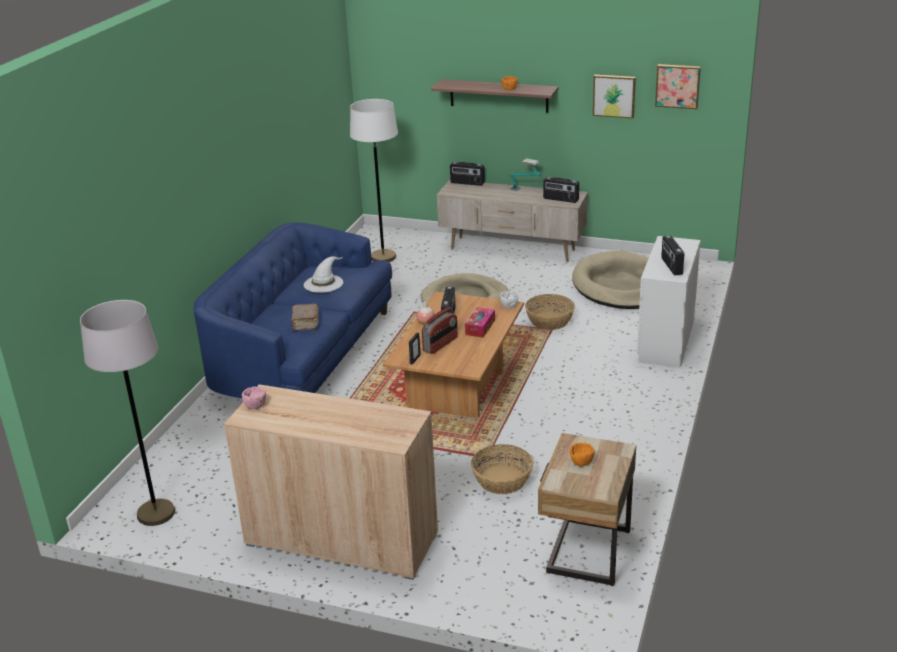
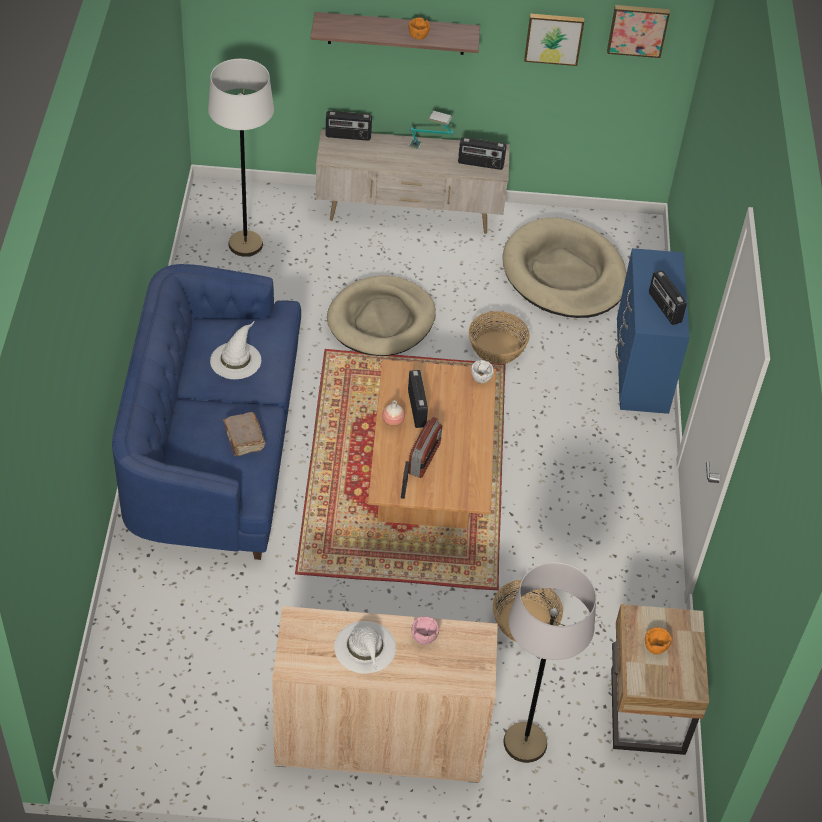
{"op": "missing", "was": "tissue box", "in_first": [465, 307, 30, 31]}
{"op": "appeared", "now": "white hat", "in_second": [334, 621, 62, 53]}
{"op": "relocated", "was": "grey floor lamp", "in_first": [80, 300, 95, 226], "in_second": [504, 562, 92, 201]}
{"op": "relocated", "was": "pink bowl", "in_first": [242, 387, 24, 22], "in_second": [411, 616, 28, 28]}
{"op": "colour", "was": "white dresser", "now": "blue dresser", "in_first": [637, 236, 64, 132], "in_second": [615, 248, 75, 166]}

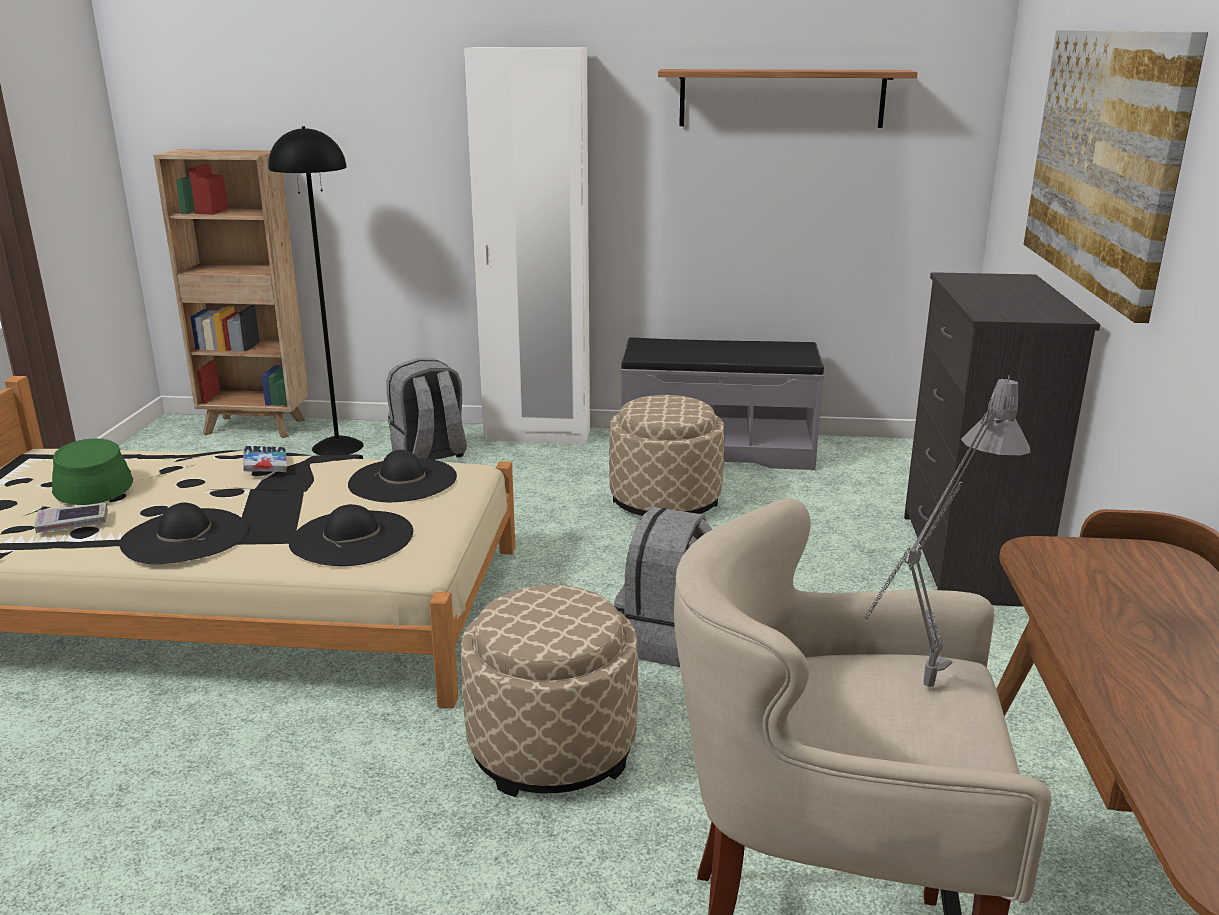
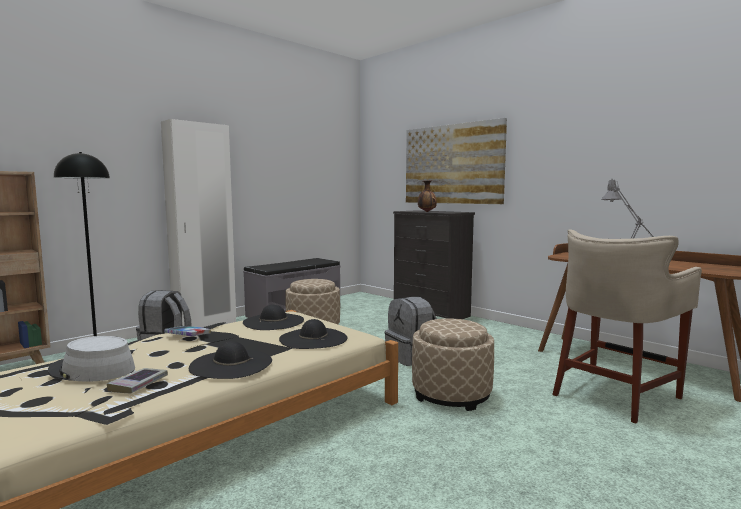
{"op": "missing", "was": "shelf", "in_first": [658, 69, 260, 59]}
{"op": "appeared", "now": "vase", "in_second": [418, 181, 19, 31]}
{"op": "colour", "was": "green hat", "now": "grey hat", "in_first": [52, 438, 81, 67], "in_second": [48, 336, 87, 46]}

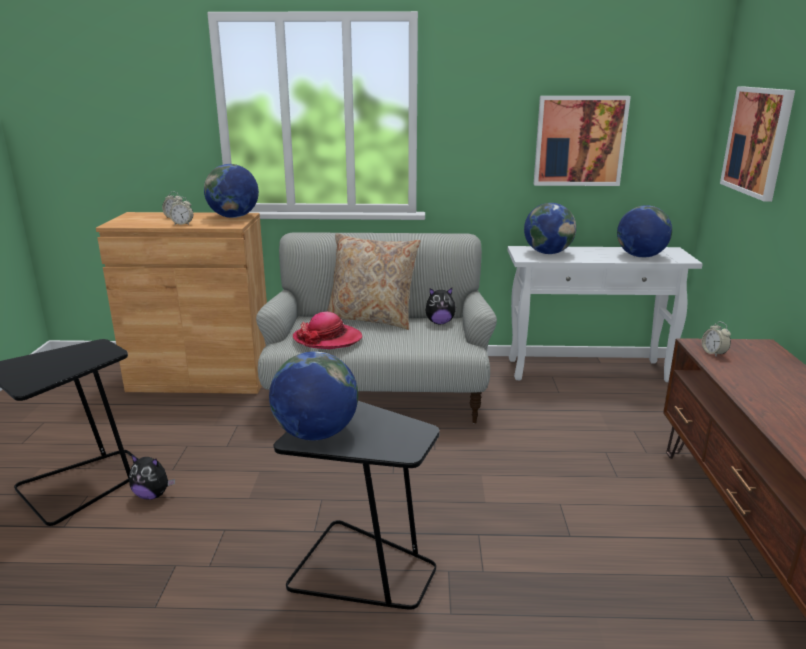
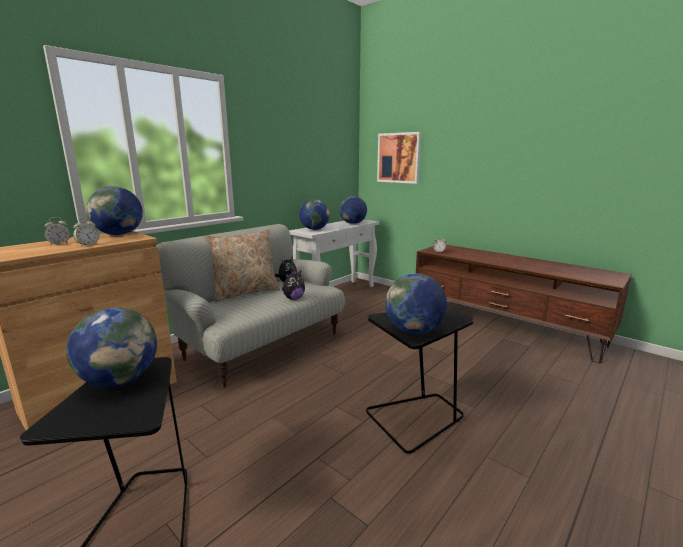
{"op": "missing", "was": "hat", "in_first": [292, 312, 70, 37]}
{"op": "missing", "was": "picture", "in_first": [533, 96, 98, 90]}
{"op": "appeared", "now": "globe", "in_second": [66, 307, 91, 80]}
{"op": "relocated", "was": "plush toy", "in_first": [129, 455, 46, 45], "in_second": [282, 271, 23, 29]}

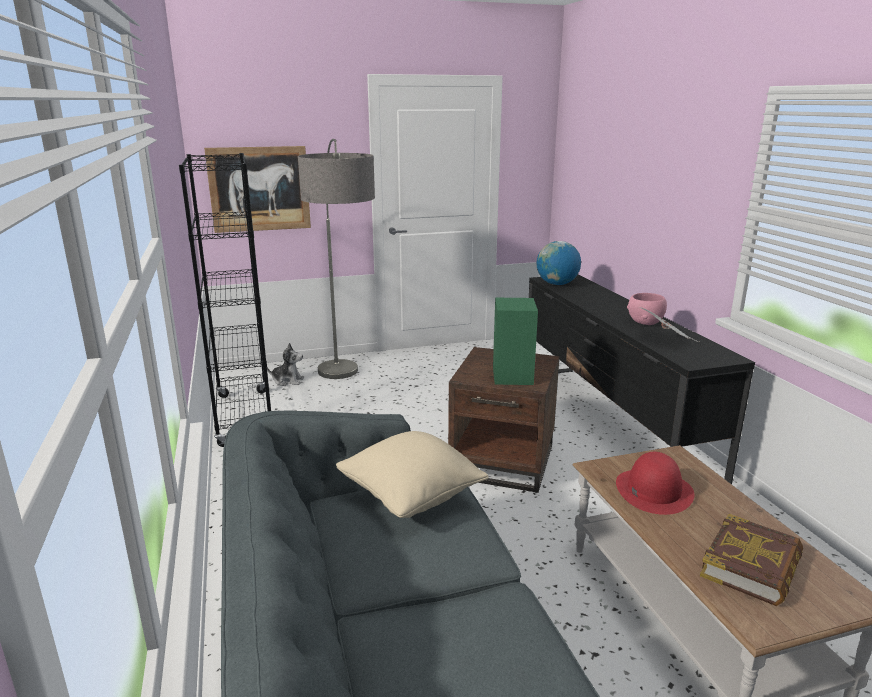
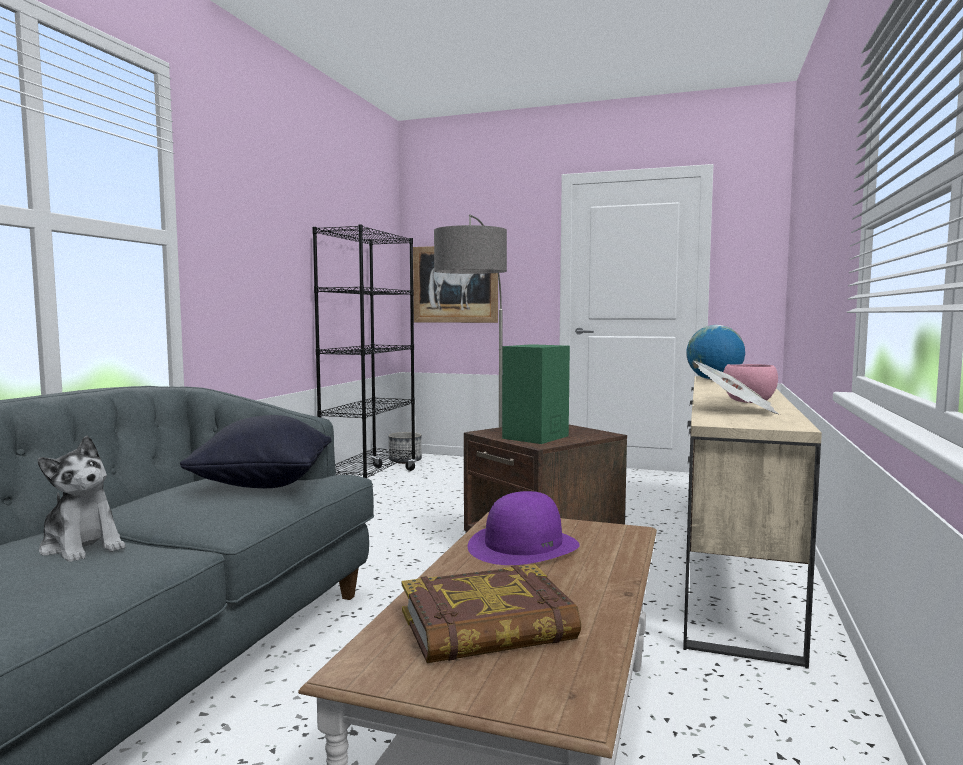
{"op": "appeared", "now": "planter", "in_second": [388, 432, 34, 32]}
{"op": "relocated", "was": "plush toy", "in_first": [267, 343, 37, 43], "in_second": [38, 436, 87, 126]}
{"op": "colour", "was": "beige pillow", "now": "black pillow", "in_first": [336, 431, 153, 87], "in_second": [180, 415, 152, 73]}
{"op": "colour", "was": "black tv stand", "now": "beige tv stand", "in_first": [529, 275, 226, 209], "in_second": [683, 376, 139, 293]}
{"op": "colour", "was": "red hat", "now": "purple hat", "in_first": [616, 452, 78, 63], "in_second": [468, 491, 112, 74]}

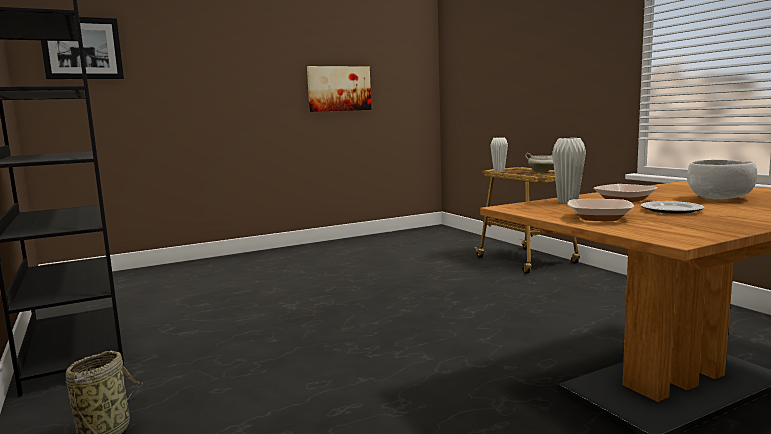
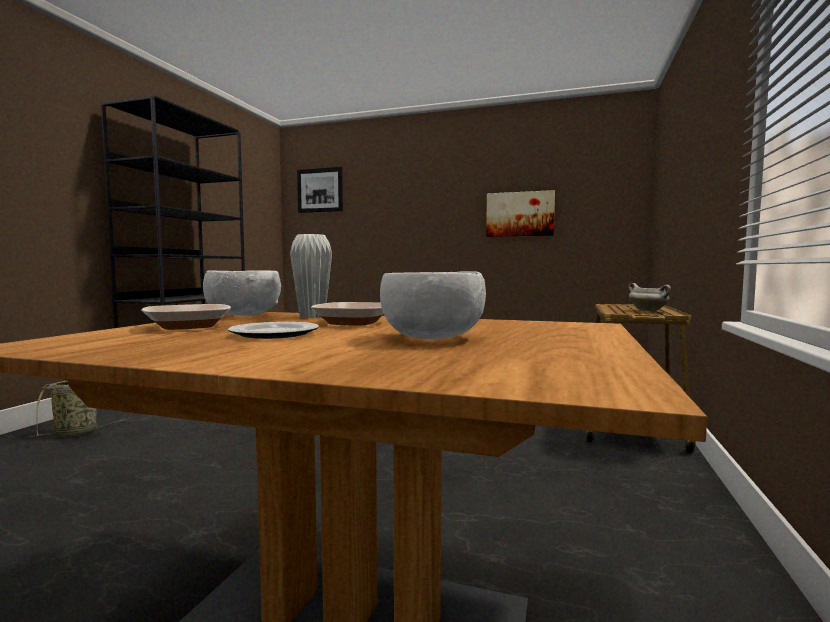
{"op": "missing", "was": "white vase", "in_first": [490, 137, 18, 35]}
{"op": "appeared", "now": "white bowl", "in_second": [203, 270, 78, 45]}

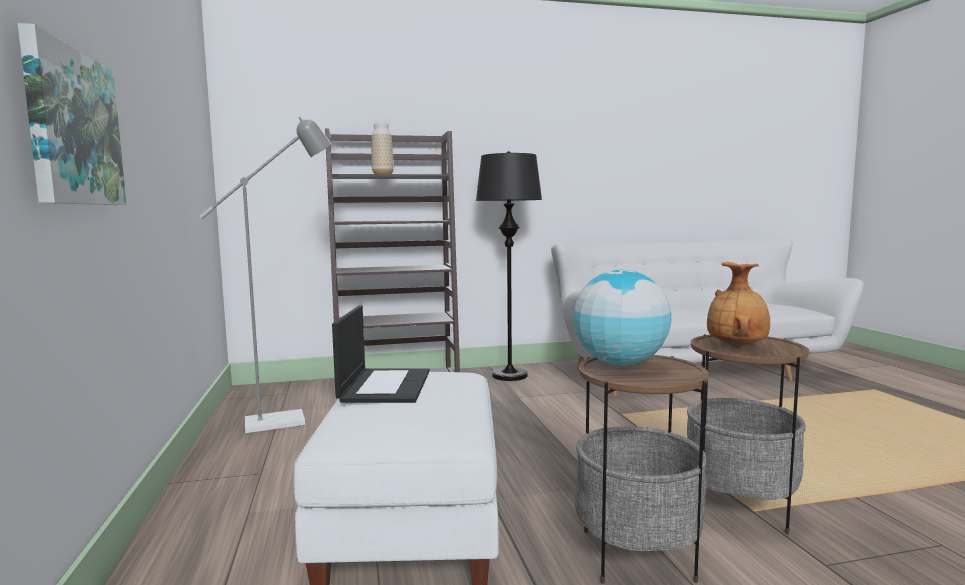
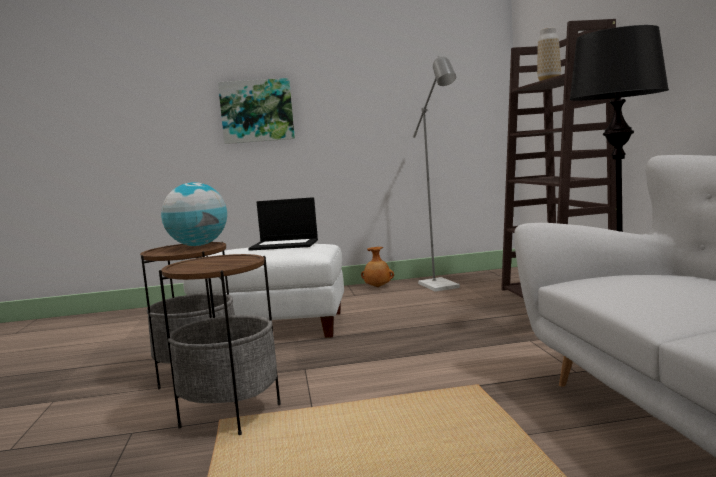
{"op": "relocated", "was": "brown vase", "in_first": [707, 262, 63, 85], "in_second": [361, 247, 33, 40]}

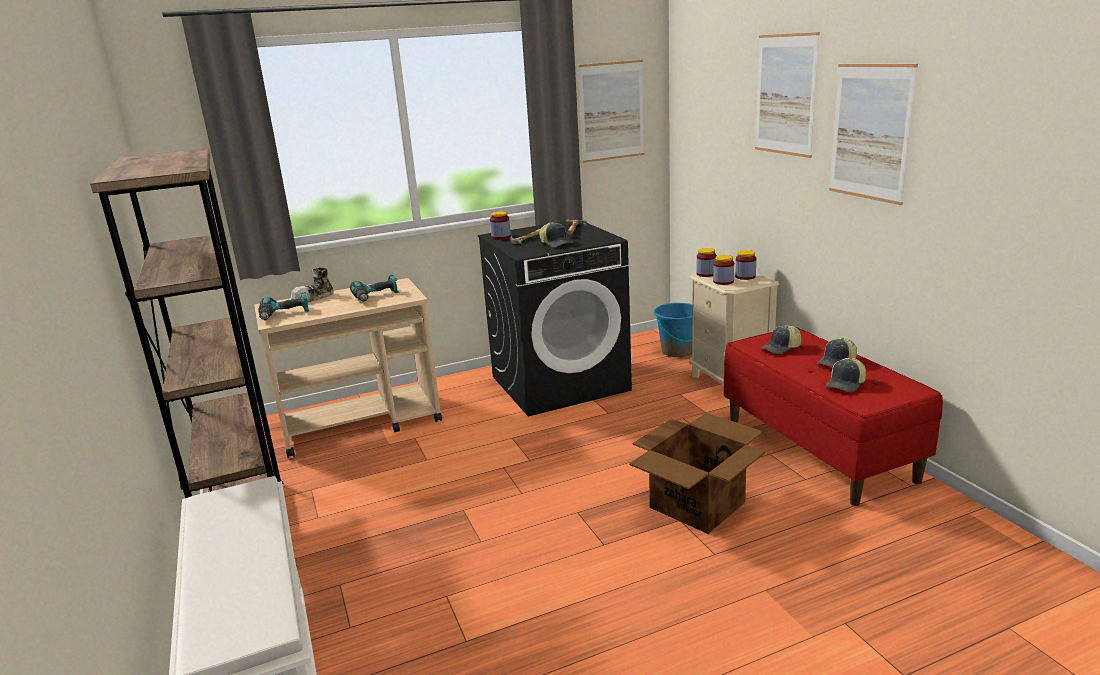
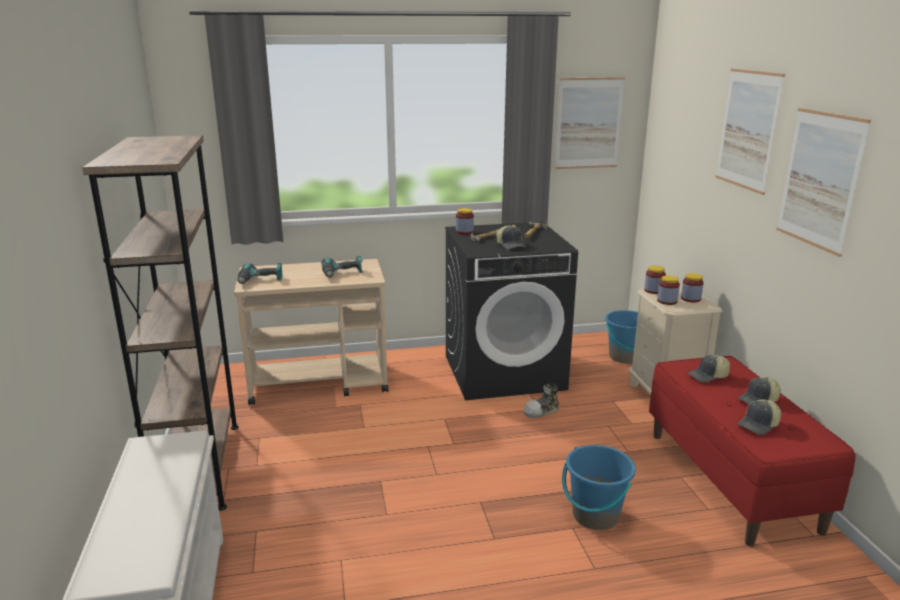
{"op": "relocated", "was": "shoe", "in_first": [291, 268, 42, 34], "in_second": [524, 384, 35, 34]}
{"op": "exchanged", "was": "cardboard box", "now": "blue bucket", "in_first": [629, 413, 137, 121], "in_second": [562, 445, 74, 85]}

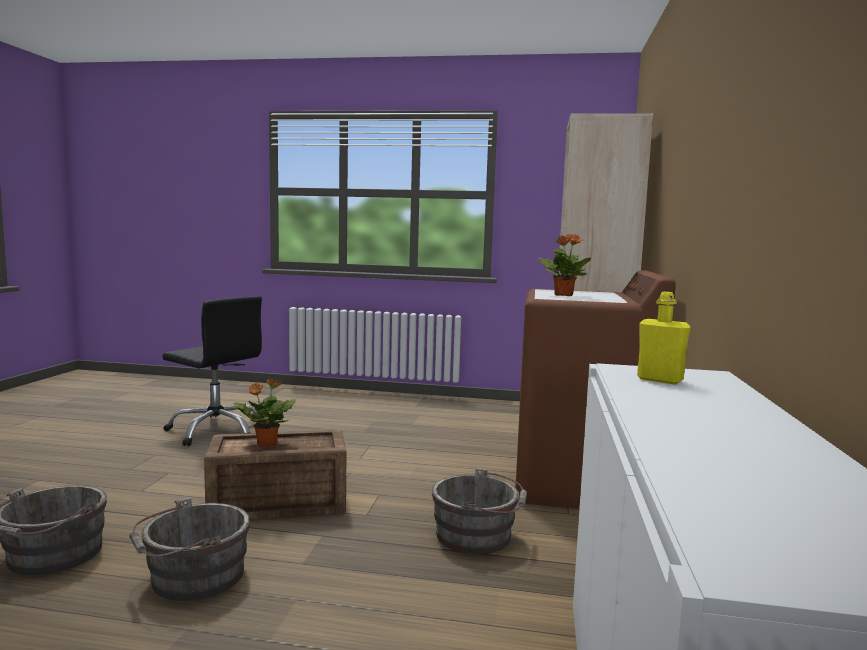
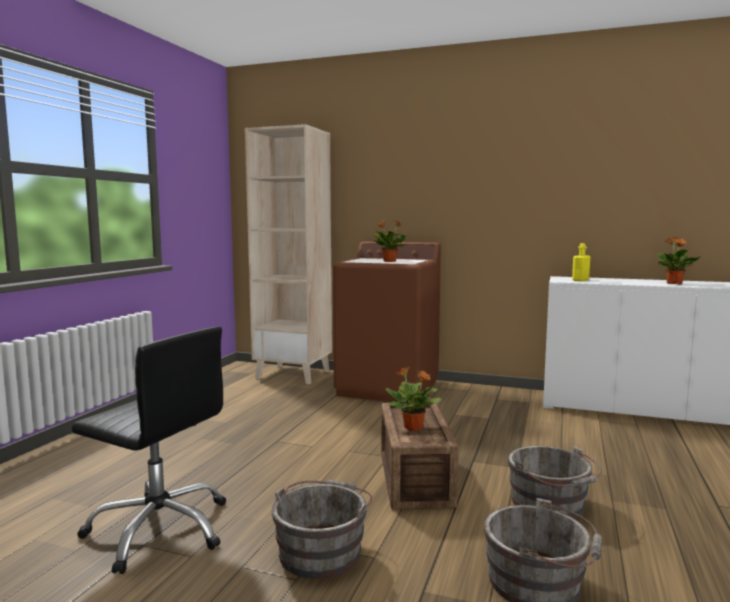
{"op": "appeared", "now": "potted plant", "in_second": [657, 237, 44, 47]}
{"op": "relocated", "was": "grey bucket", "in_first": [432, 468, 95, 86], "in_second": [272, 480, 100, 99]}
{"op": "spun", "was": "black office chair", "in_first": [162, 296, 100, 150], "in_second": [72, 327, 154, 247], "clockwise": 75}

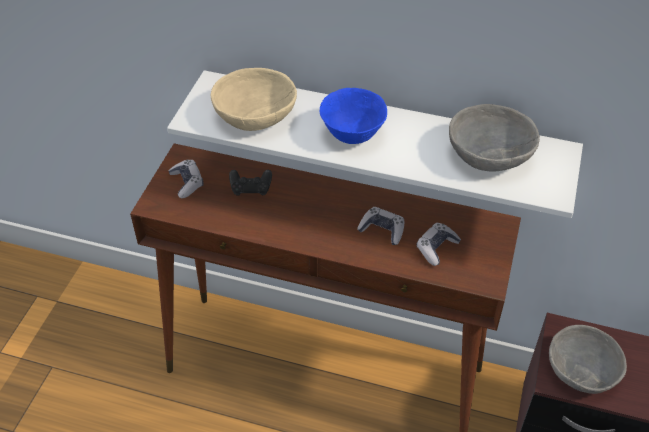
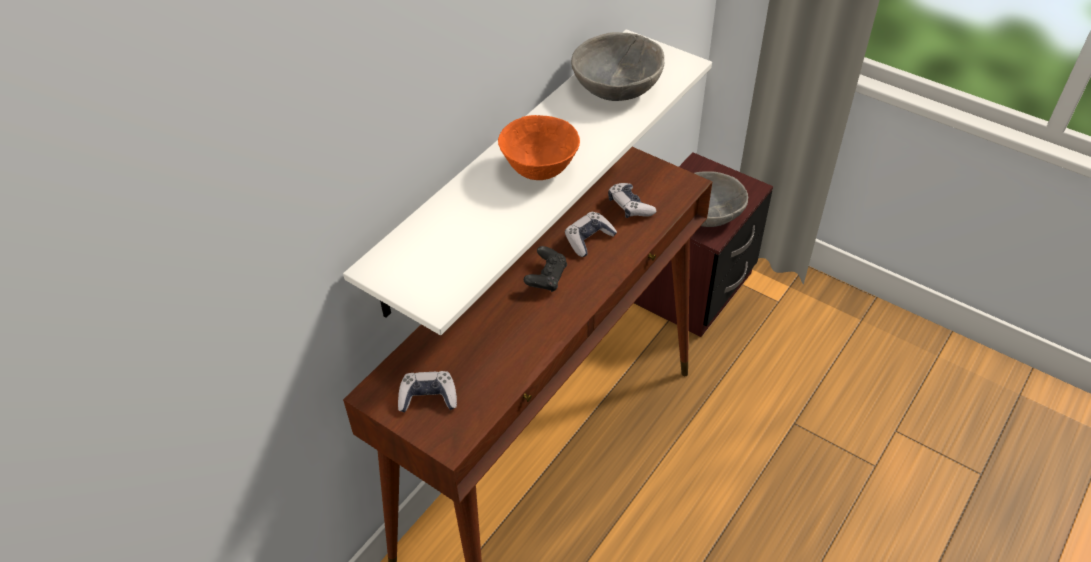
{"op": "missing", "was": "beige bowl", "in_first": [211, 68, 86, 63]}
{"op": "relocated", "was": "black game controller", "in_first": [229, 170, 43, 26], "in_second": [524, 246, 43, 46]}
{"op": "colour", "was": "blue bowl", "now": "orange bowl", "in_first": [320, 88, 67, 56], "in_second": [498, 115, 82, 65]}

